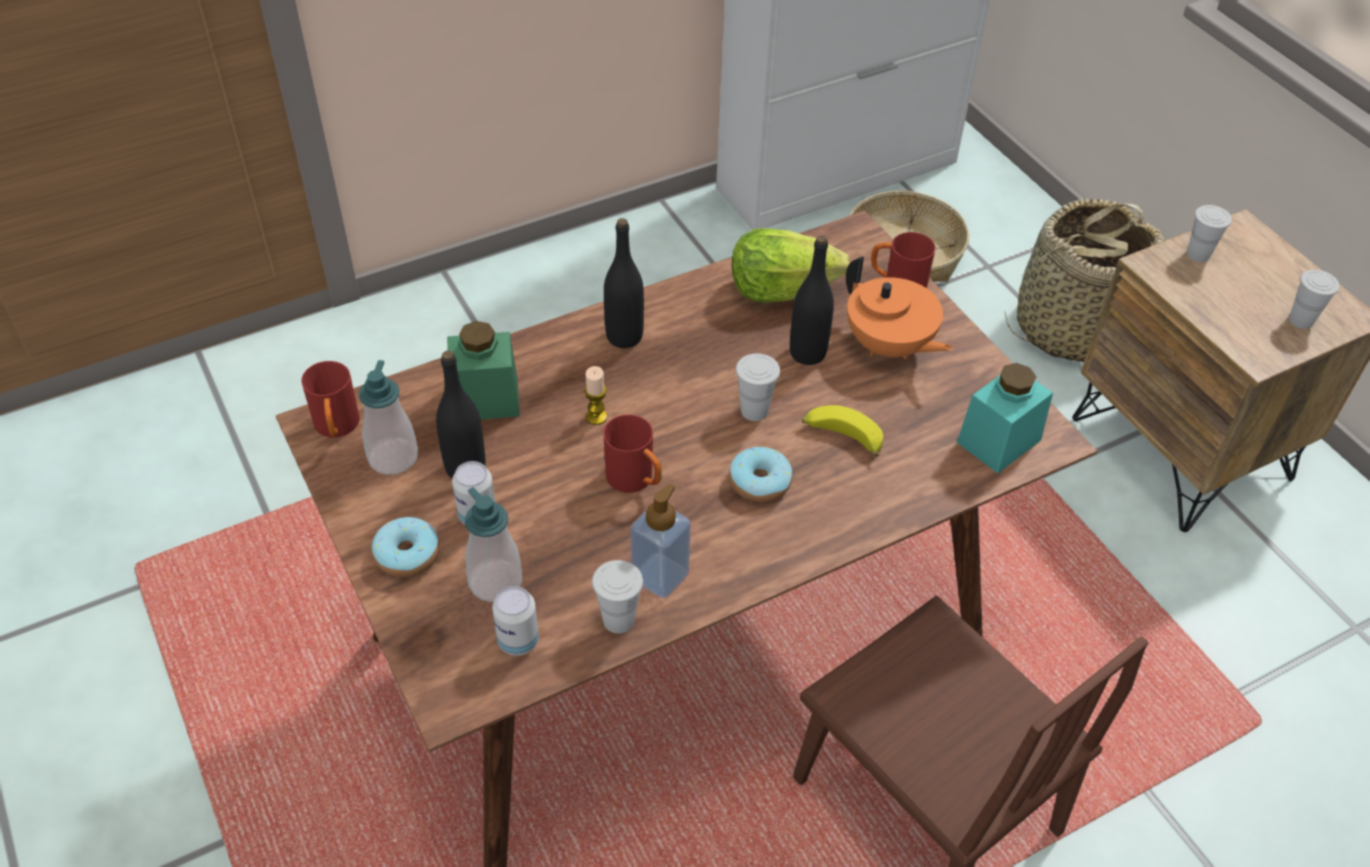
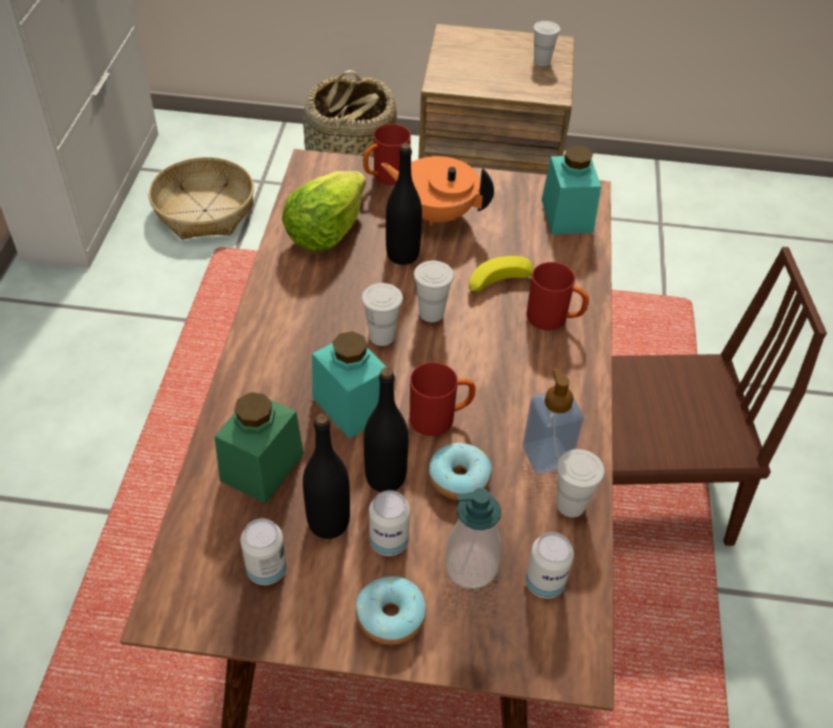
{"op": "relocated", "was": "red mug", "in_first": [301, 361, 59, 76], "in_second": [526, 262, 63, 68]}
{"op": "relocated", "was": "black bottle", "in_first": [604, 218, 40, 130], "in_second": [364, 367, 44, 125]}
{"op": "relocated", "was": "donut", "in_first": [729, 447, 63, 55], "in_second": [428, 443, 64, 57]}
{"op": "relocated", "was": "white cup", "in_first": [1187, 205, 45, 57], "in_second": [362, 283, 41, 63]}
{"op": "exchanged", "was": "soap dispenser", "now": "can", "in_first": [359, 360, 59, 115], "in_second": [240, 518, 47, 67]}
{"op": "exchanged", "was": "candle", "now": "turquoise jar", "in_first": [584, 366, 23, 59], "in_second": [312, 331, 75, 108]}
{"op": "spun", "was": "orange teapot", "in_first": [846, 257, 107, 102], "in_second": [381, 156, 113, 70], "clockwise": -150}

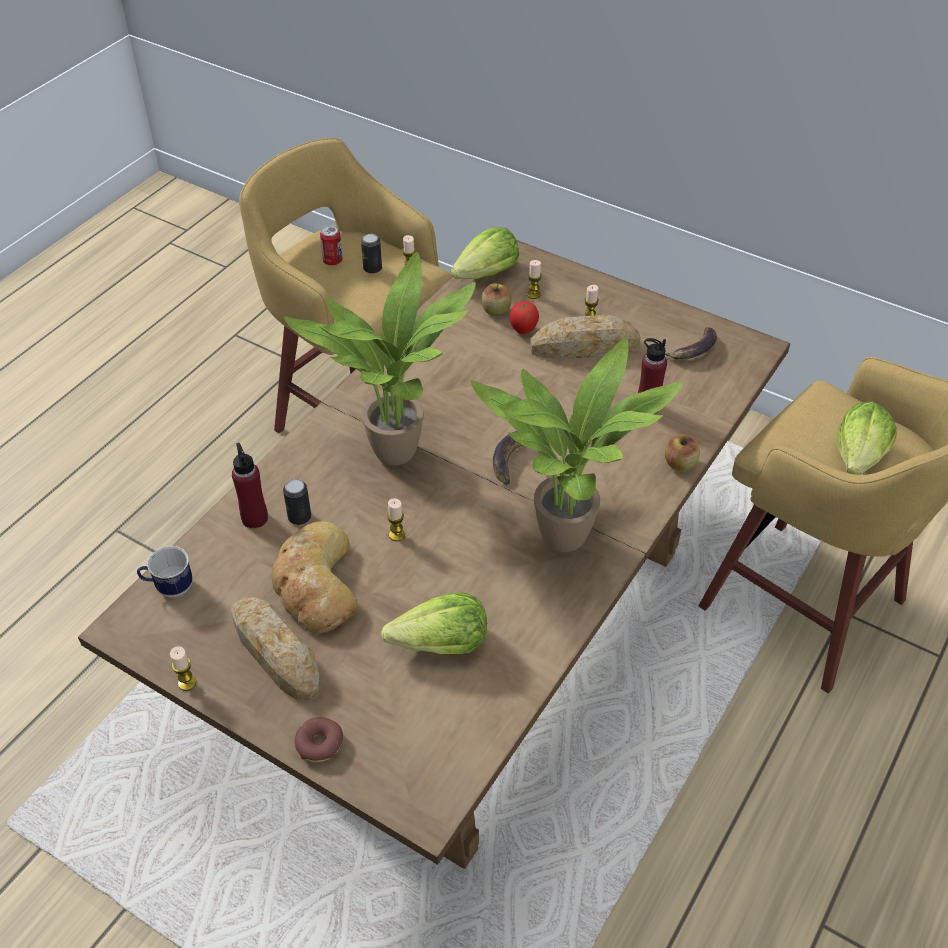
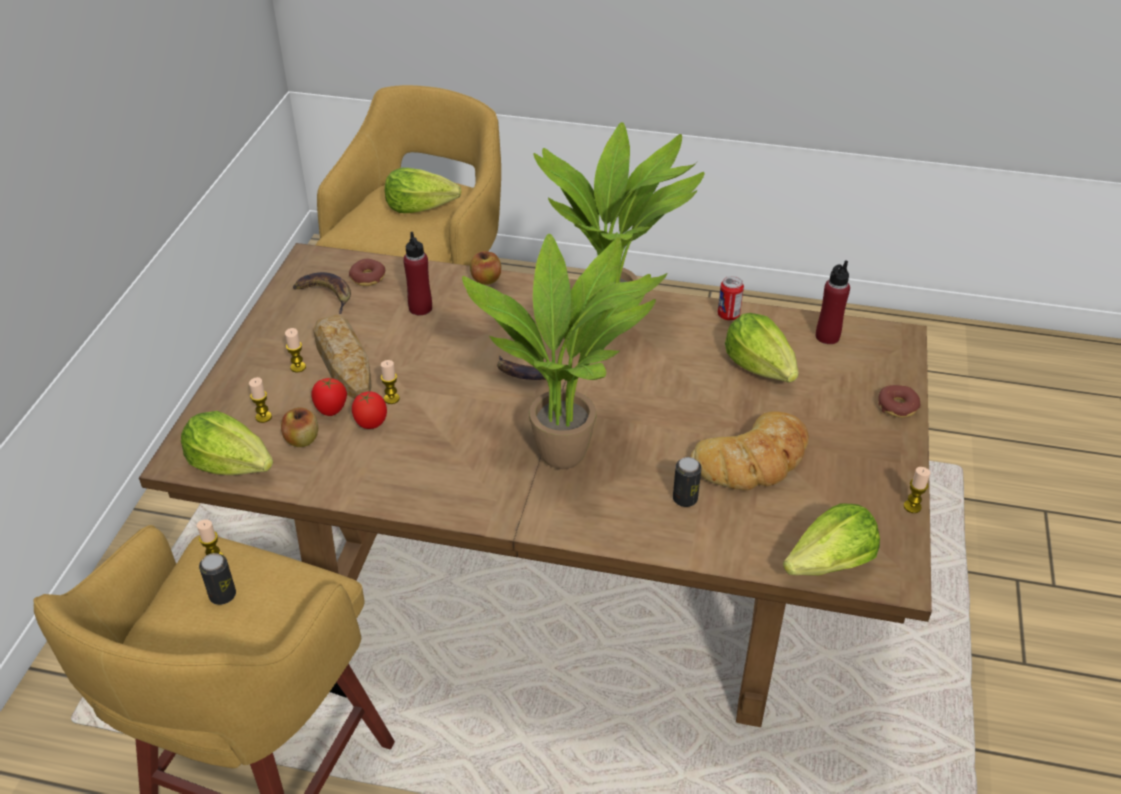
{"op": "missing", "was": "bread", "in_first": [231, 597, 90, 104]}
{"op": "appeared", "now": "donut", "in_second": [349, 259, 36, 27]}
{"op": "appeared", "now": "tomato", "in_second": [352, 391, 35, 38]}
{"op": "relocated", "was": "red bottle", "in_first": [232, 443, 36, 85], "in_second": [816, 260, 34, 84]}
{"op": "relocated", "was": "can", "in_first": [320, 226, 23, 39], "in_second": [718, 276, 26, 44]}
{"op": "relocated", "was": "candle", "in_first": [387, 498, 18, 43], "in_second": [381, 360, 19, 44]}
{"op": "exchanged", "was": "mug", "now": "lettuce", "in_first": [137, 546, 56, 51], "in_second": [783, 503, 97, 73]}

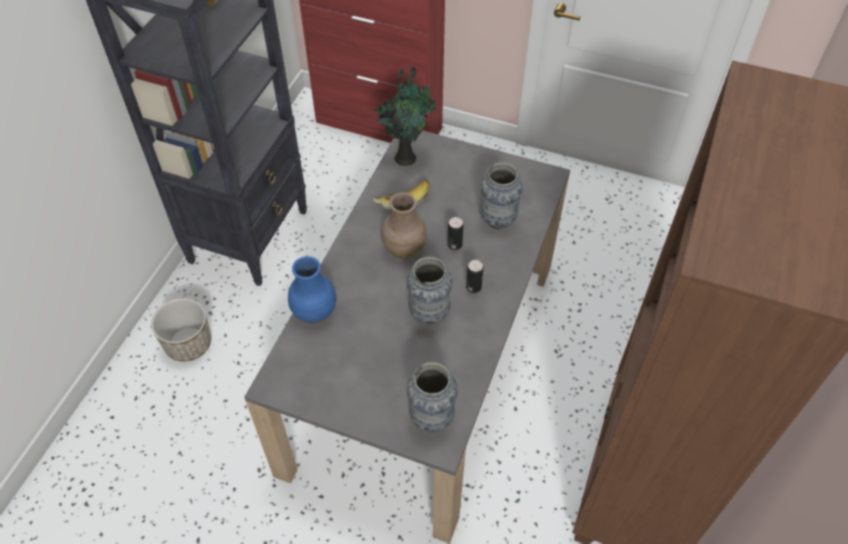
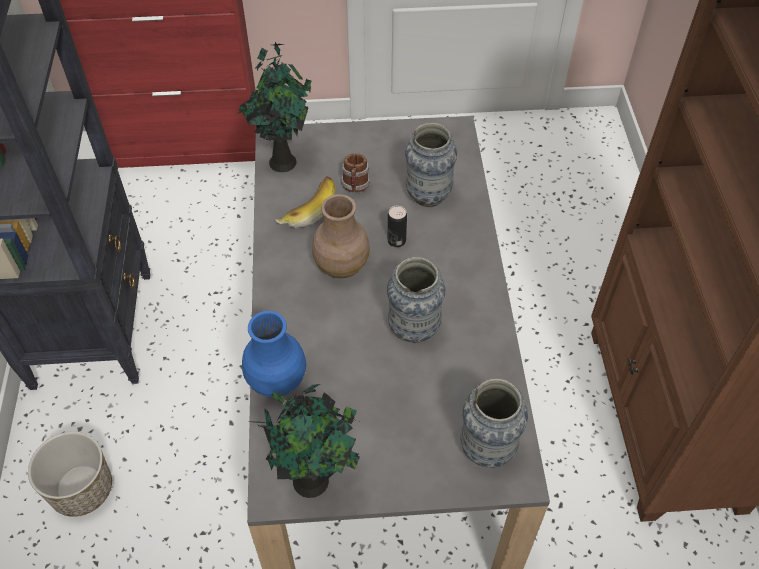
{"op": "missing", "was": "can", "in_first": [466, 260, 17, 33]}
{"op": "appeared", "now": "potted plant", "in_second": [248, 384, 112, 114]}
{"op": "appeared", "now": "mug", "in_second": [341, 153, 30, 39]}

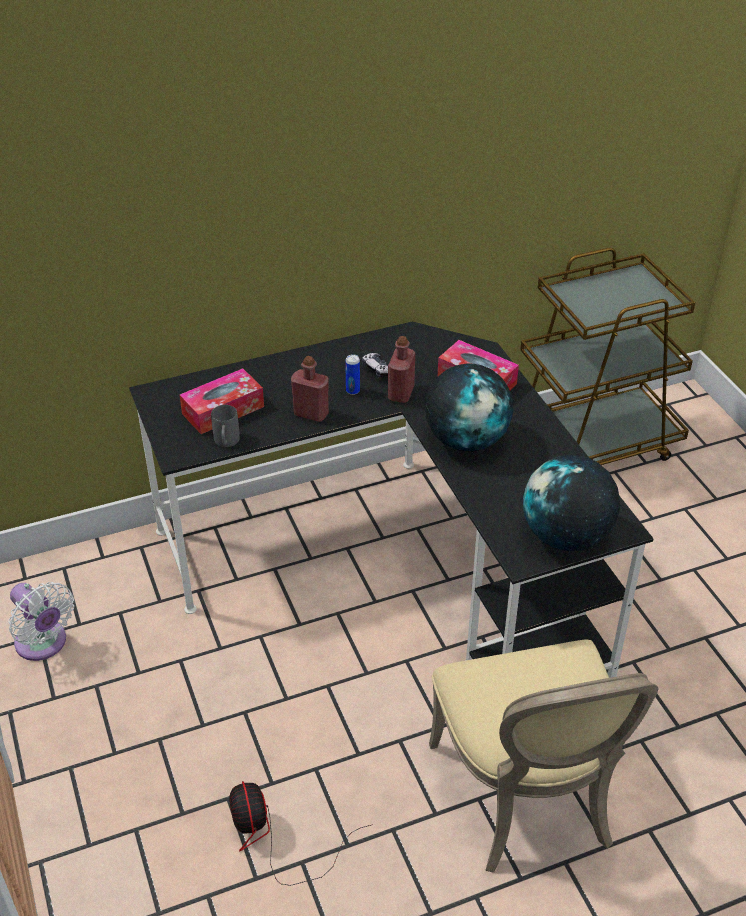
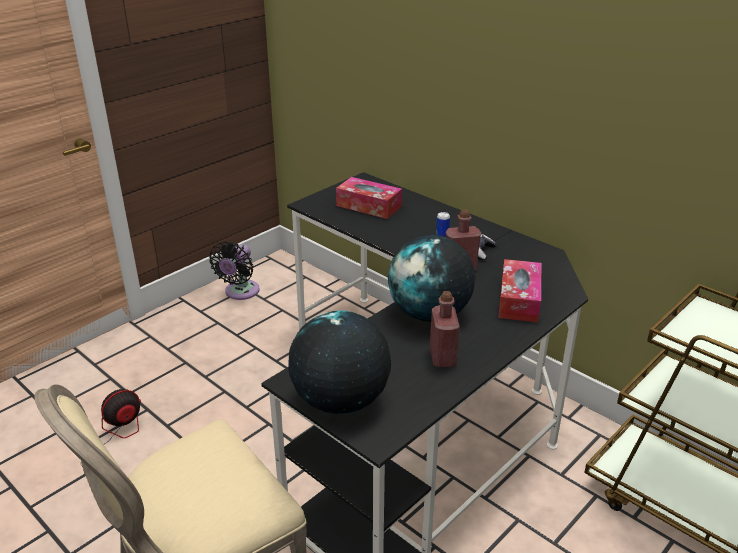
{"op": "missing", "was": "grey mug", "in_first": [211, 405, 29, 42]}
{"op": "relocated", "was": "red bottle", "in_first": [291, 356, 38, 66], "in_second": [430, 291, 30, 76]}
{"op": "colour", "was": "white fan", "now": "black fan", "in_first": [9, 582, 65, 79], "in_second": [209, 241, 51, 59]}

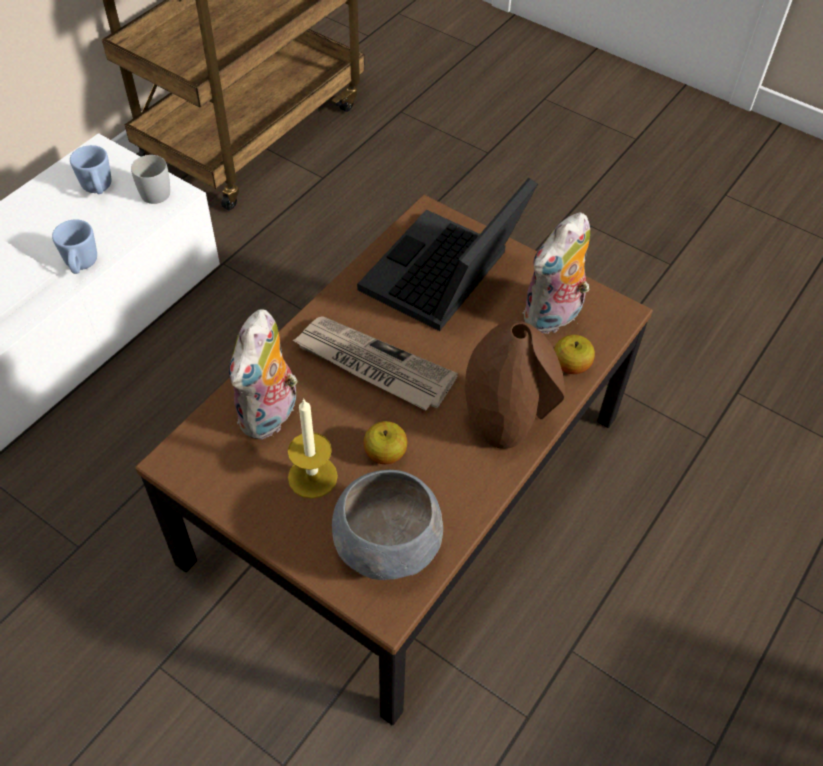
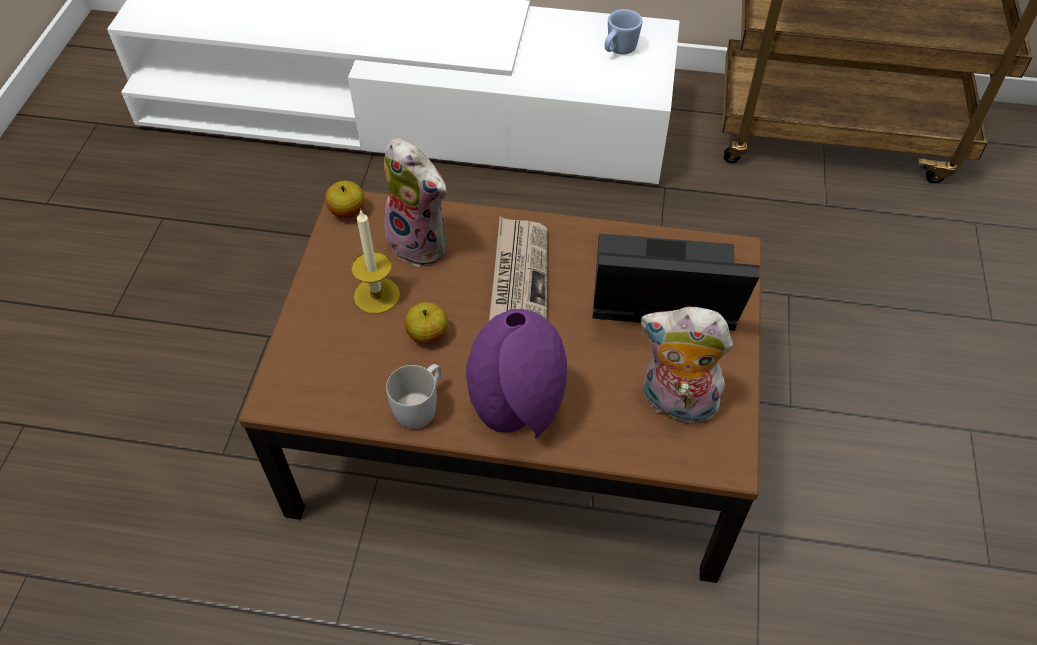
{"op": "missing", "was": "blue mug", "in_first": [52, 219, 45, 55]}
{"op": "missing", "was": "grey bowl", "in_first": [332, 470, 111, 110]}
{"op": "relocated", "was": "white mug", "in_first": [131, 155, 39, 49], "in_second": [386, 364, 55, 65]}
{"op": "relocated", "was": "apple", "in_first": [554, 335, 41, 39], "in_second": [325, 181, 40, 37]}
{"op": "colour", "was": "brown vase", "now": "purple vase", "in_first": [465, 321, 100, 128], "in_second": [466, 309, 101, 130]}
{"op": "spun", "was": "plush toy", "in_first": [229, 309, 69, 131], "in_second": [384, 138, 64, 129], "clockwise": -135}

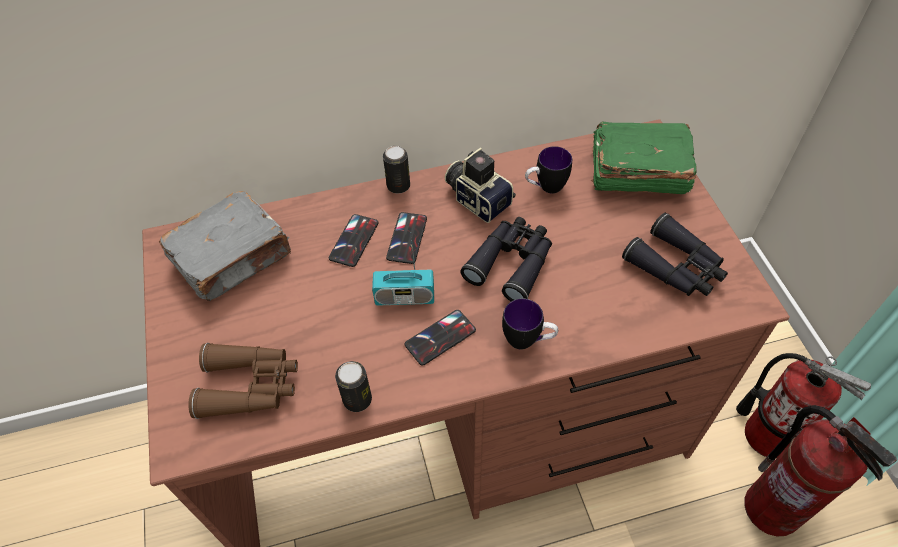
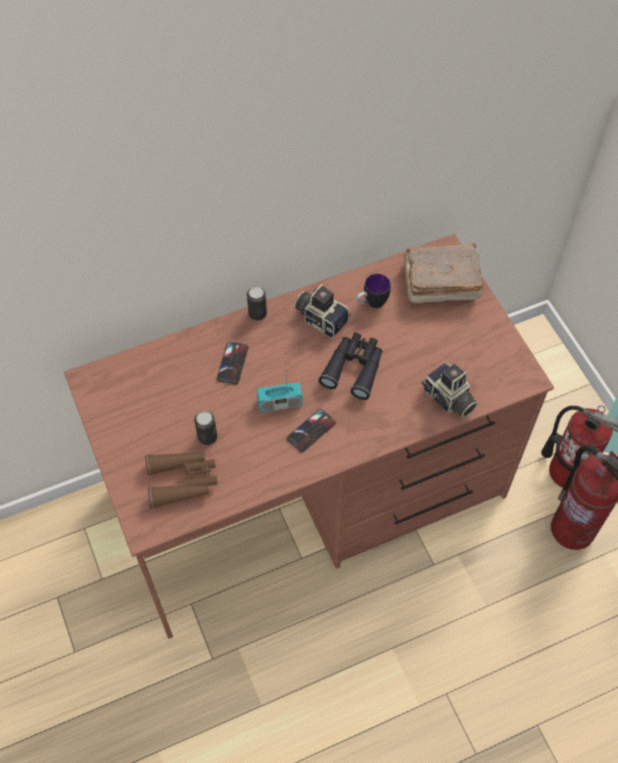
{"op": "missing", "was": "grey book", "in_first": [159, 191, 132, 110]}
{"op": "missing", "was": "phone", "in_first": [386, 212, 41, 52]}
{"op": "missing", "was": "mug", "in_first": [502, 298, 56, 52]}
{"op": "missing", "was": "black binoculars", "in_first": [622, 213, 106, 83]}
{"op": "appeared", "now": "photo camera", "in_second": [421, 362, 57, 56]}
{"op": "relocated", "was": "can", "in_first": [335, 361, 37, 51], "in_second": [194, 411, 23, 34]}
{"op": "colour", "was": "green book", "now": "brown book", "in_first": [591, 121, 106, 73], "in_second": [404, 243, 79, 60]}

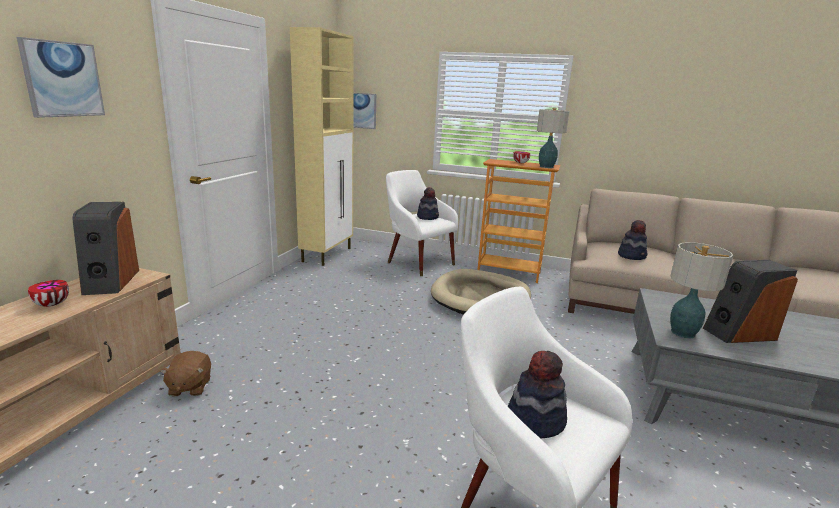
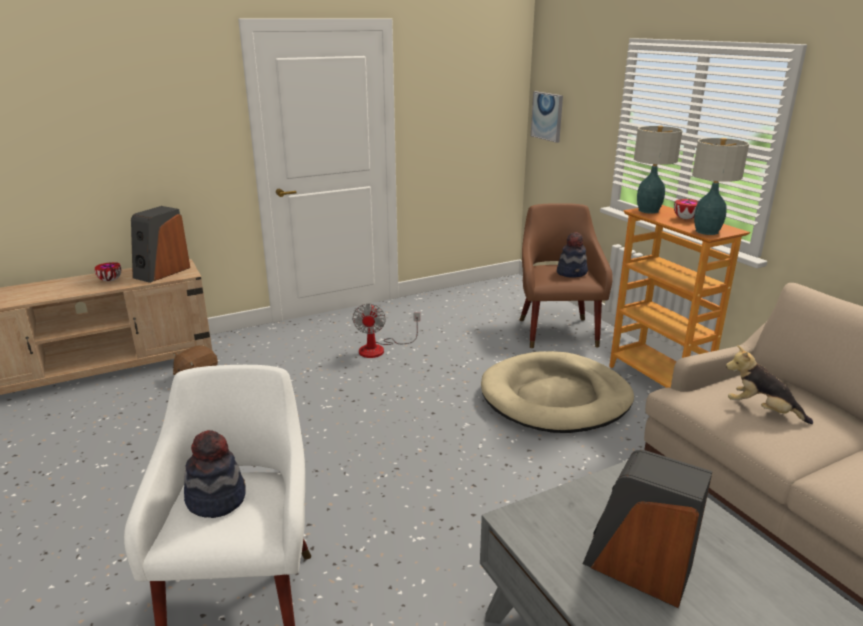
{"op": "missing", "was": "picture", "in_first": [17, 37, 88, 81]}
{"op": "missing", "was": "beige cabinet", "in_first": [290, 27, 64, 239]}
{"op": "appeared", "now": "fan", "in_second": [352, 304, 68, 54]}
{"op": "relocated", "was": "table lamp", "in_first": [670, 242, 63, 96], "in_second": [634, 125, 49, 89]}
{"op": "exchanged", "was": "hat", "now": "plush toy", "in_first": [618, 220, 29, 40], "in_second": [726, 345, 87, 79]}
{"op": "colour", "was": "white armchair", "now": "brown armchair", "in_first": [386, 170, 72, 106], "in_second": [519, 203, 94, 145]}

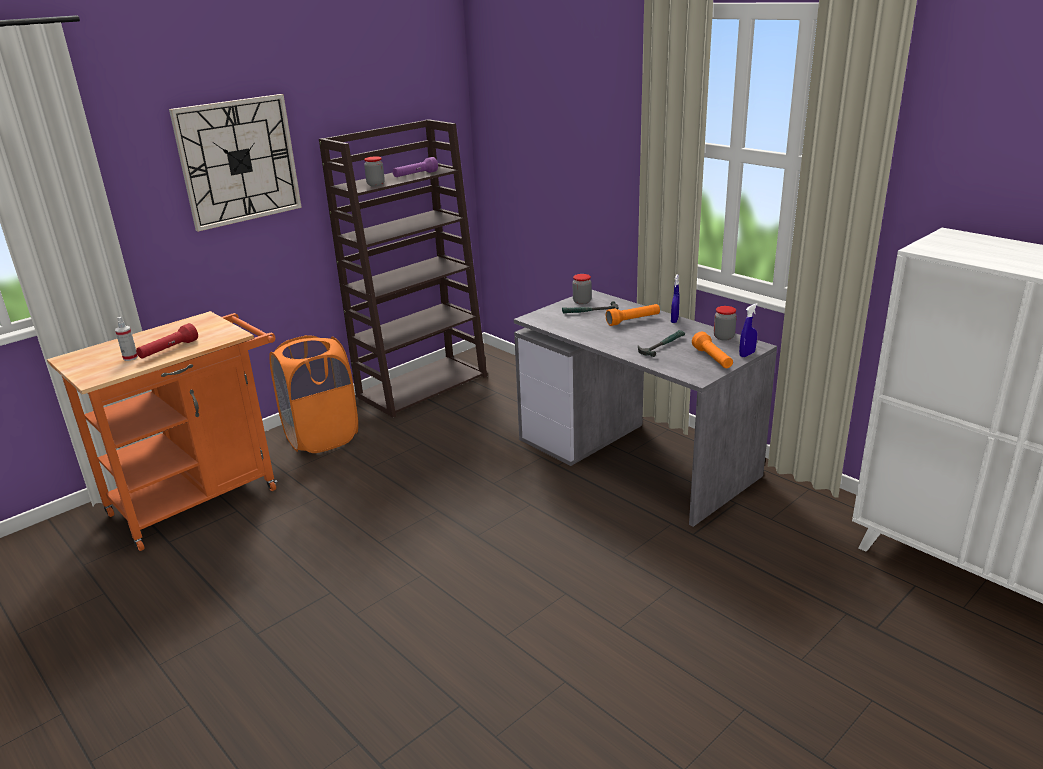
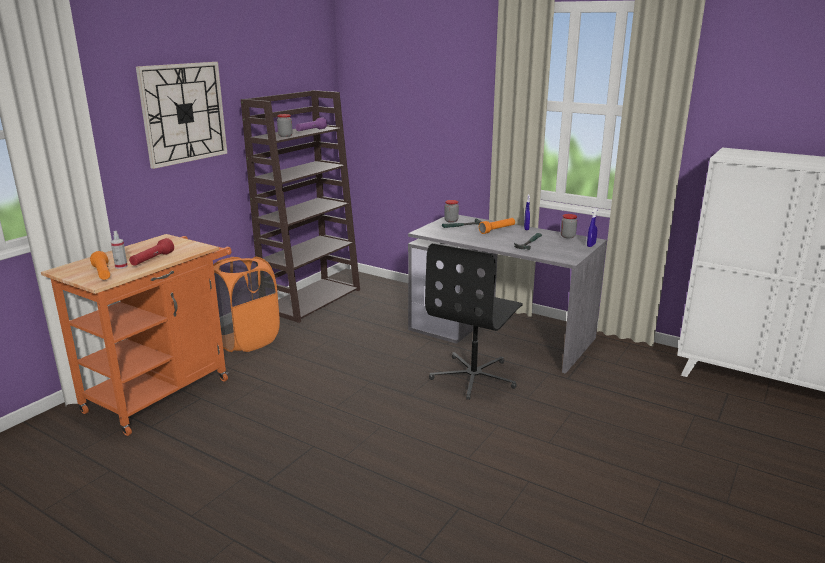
{"op": "appeared", "now": "black office chair", "in_second": [425, 243, 98, 157]}
{"op": "relocated", "was": "orange flashlight", "in_first": [692, 332, 41, 36], "in_second": [90, 251, 20, 29]}

